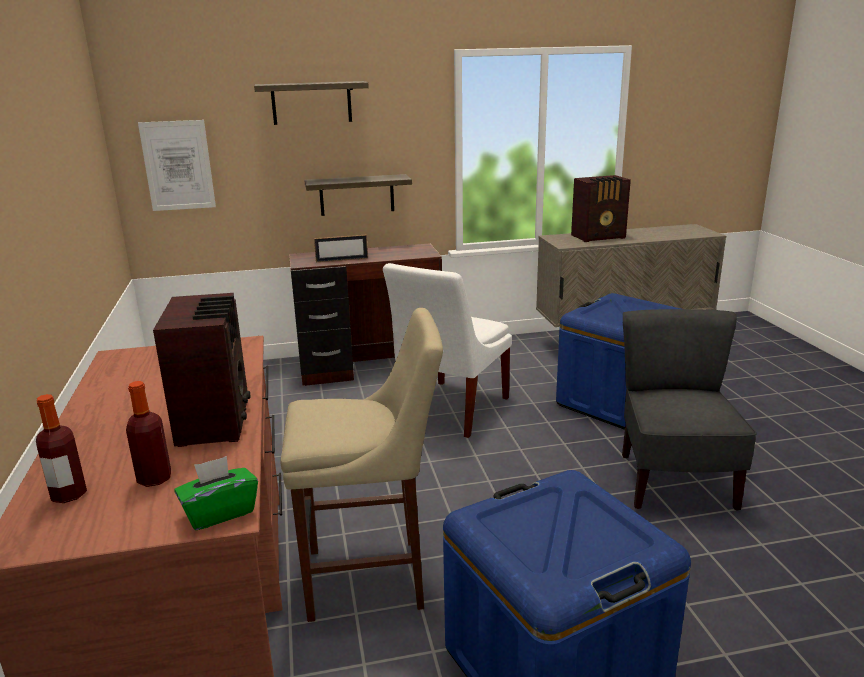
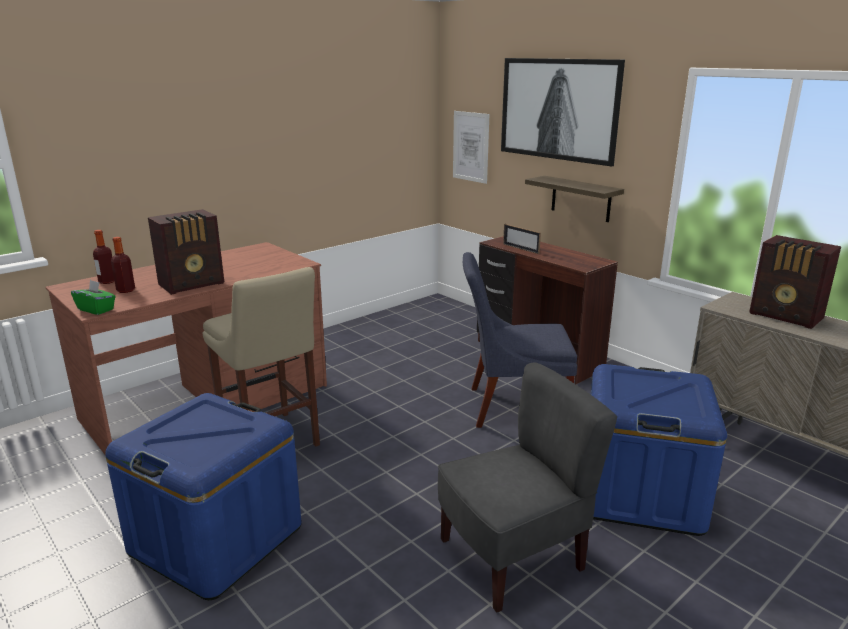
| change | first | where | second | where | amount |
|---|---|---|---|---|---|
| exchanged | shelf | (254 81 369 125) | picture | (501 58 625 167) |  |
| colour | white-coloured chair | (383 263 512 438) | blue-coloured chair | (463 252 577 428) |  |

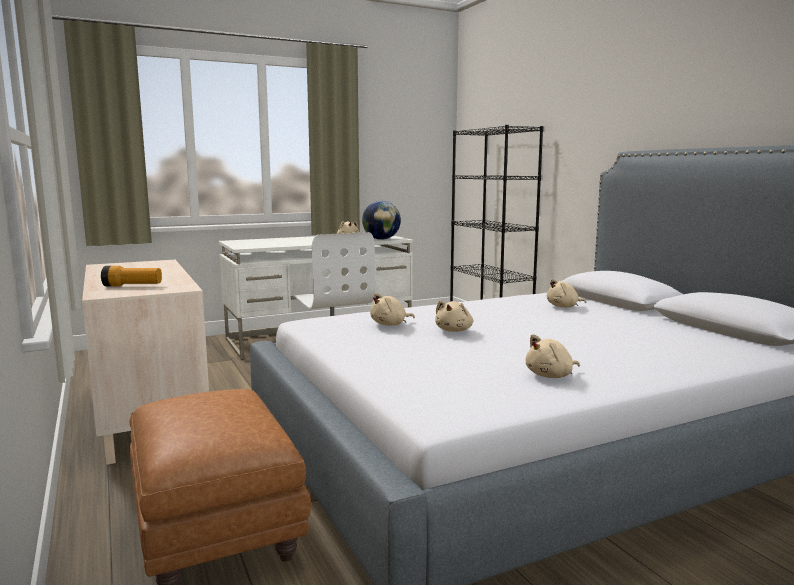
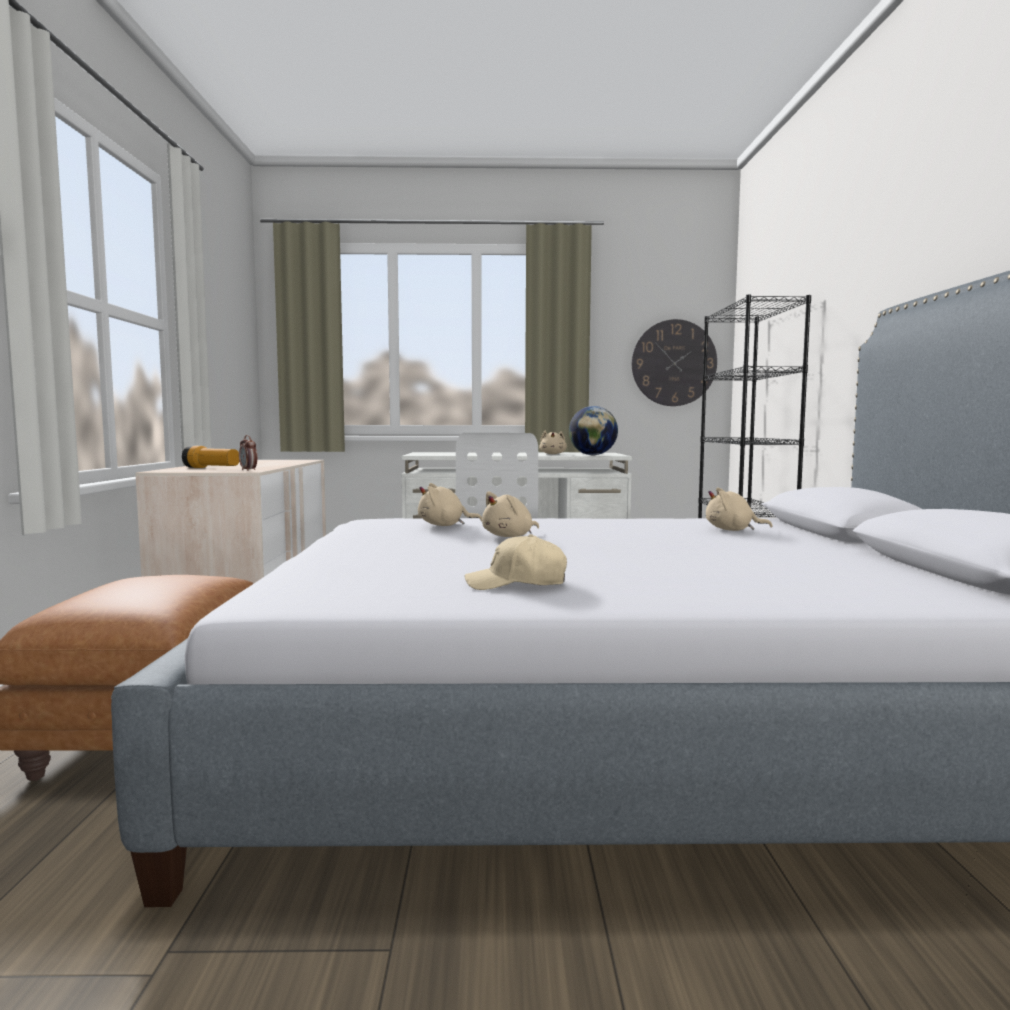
| change | first | where | second | where | amount |
|---|---|---|---|---|---|
| exchanged | sand-coloured cuddly toy | (525 334 580 378) | sand-coloured cap | (464 534 567 590) |  |
| appeared |  |  | clock on the wall | (632 319 717 406) |  |
| appeared |  |  | table clock | (239 435 257 471) |  |

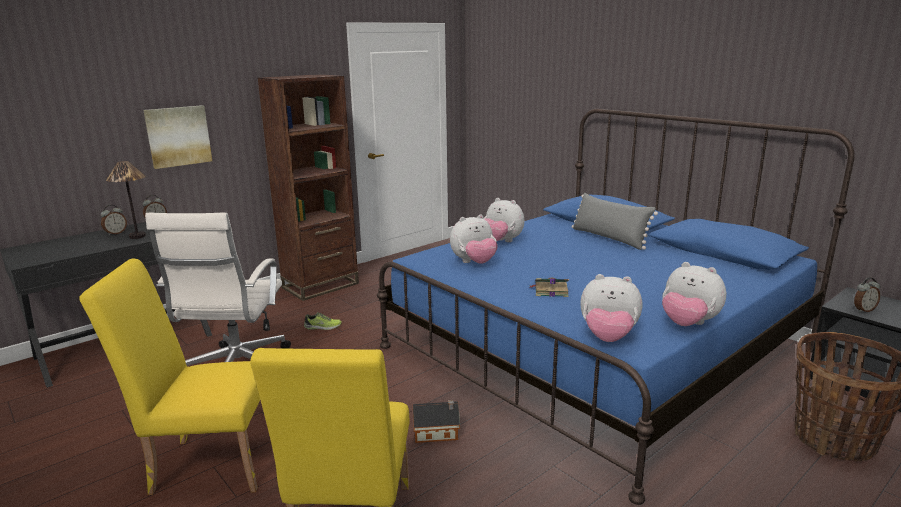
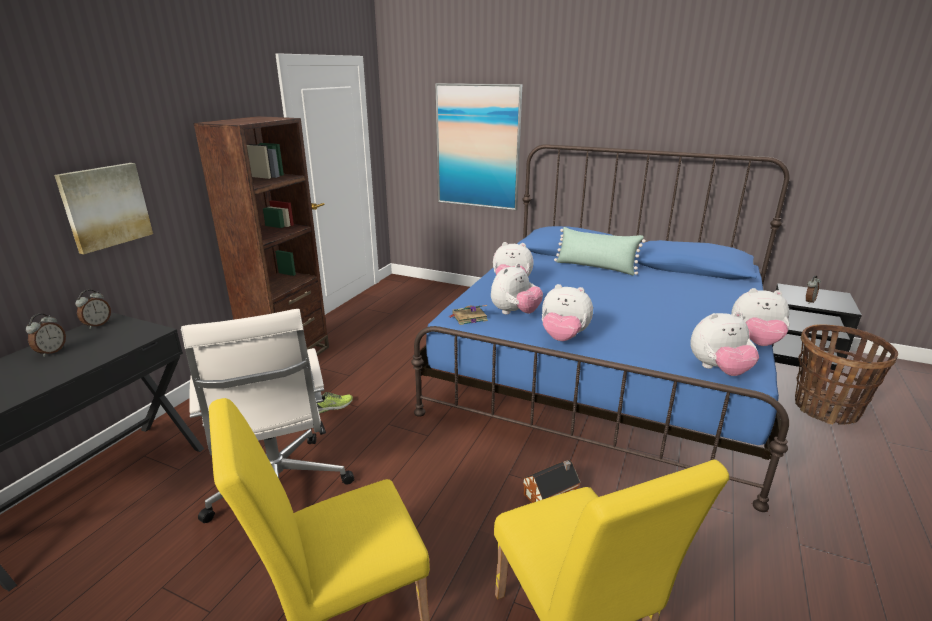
| change | first | where | second | where | amount |
|---|---|---|---|---|---|
| missing | lamp for a table | (106 161 146 239) |  |  |  |
| colour | greyish cushion | (572 193 658 250) | green-coloured cushion | (554 227 646 276) |  |
| relocated | volume | (531 278 569 297) |  | (449 305 488 325) |  |
| appeared |  |  | picture | (435 83 522 210) |  |
| appeared |  |  | cuddly toy | (542 284 593 341) |  |

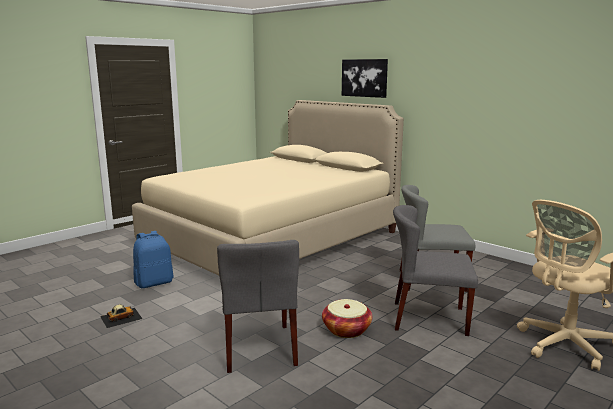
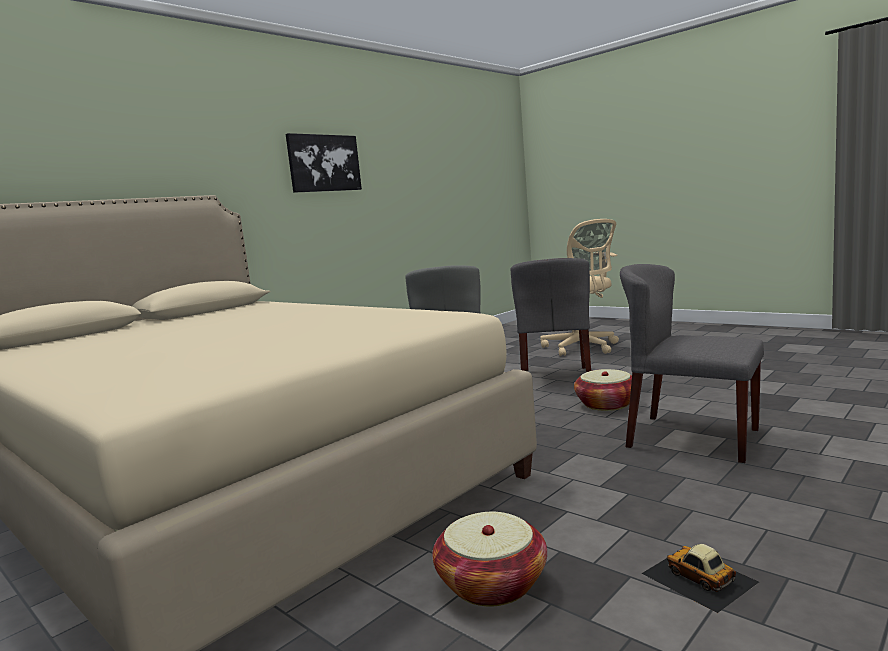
| change | first | where | second | where | amount |
|---|---|---|---|---|---|
| relocated | picture | (342 59 388 98) |  | (286 133 362 193) |  |
| exchanged | blue-coloured backpack | (133 231 174 288) | basket | (433 512 547 607) |  |
| spun | greyish chair | (217 240 299 373) |  | (620 264 764 463) | 135 degrees counterclockwise |

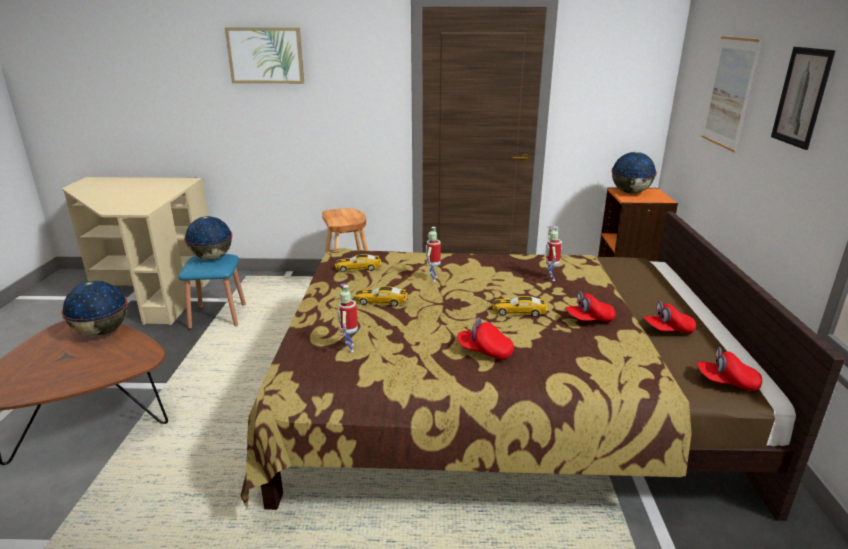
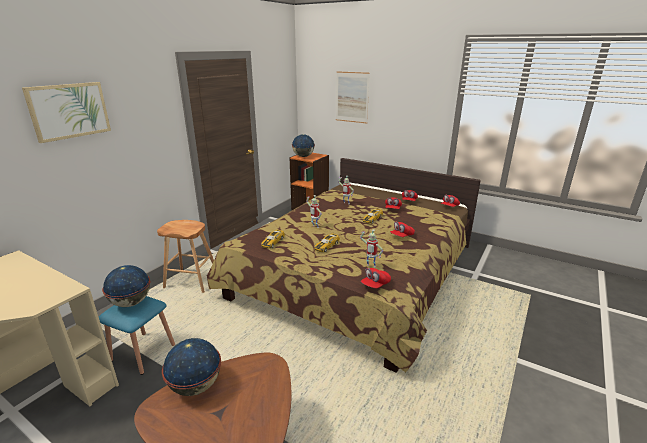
| change | first | where | second | where | amount |
|---|---|---|---|---|---|
| missing | picture | (771 47 836 150) |  |  |  |
| appeared |  |  | red-coloured cap | (361 268 391 288) |  |

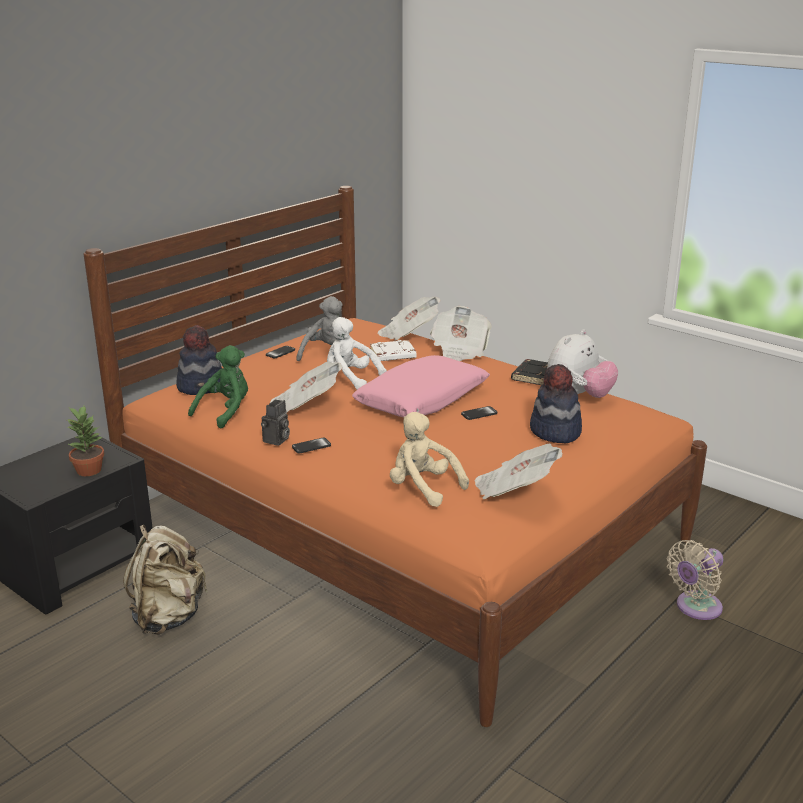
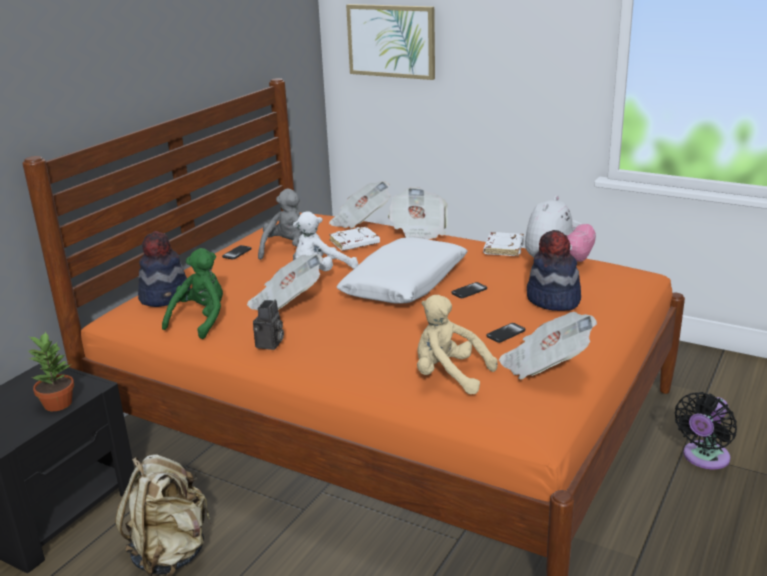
| change | first | where | second | where | amount |
|---|---|---|---|---|---|
| spun | white-coloured cuddly toy | (327 317 387 390) |  | (293 212 358 271) | 60 degrees counterclockwise |
| colour | pinkish cushion | (352 355 490 417) | white-coloured cushion | (337 237 468 304) |  |
| colour | blackish volume | (511 359 548 385) | white-coloured volume | (483 232 524 256) |  |
| relocated | handset | (292 438 331 453) |  | (487 323 525 343) |  |
| colour | sand-coloured fan | (667 540 723 620) | blackish fan | (675 392 737 469) |  |
| appeared |  |  | picture | (346 4 435 80) |  |

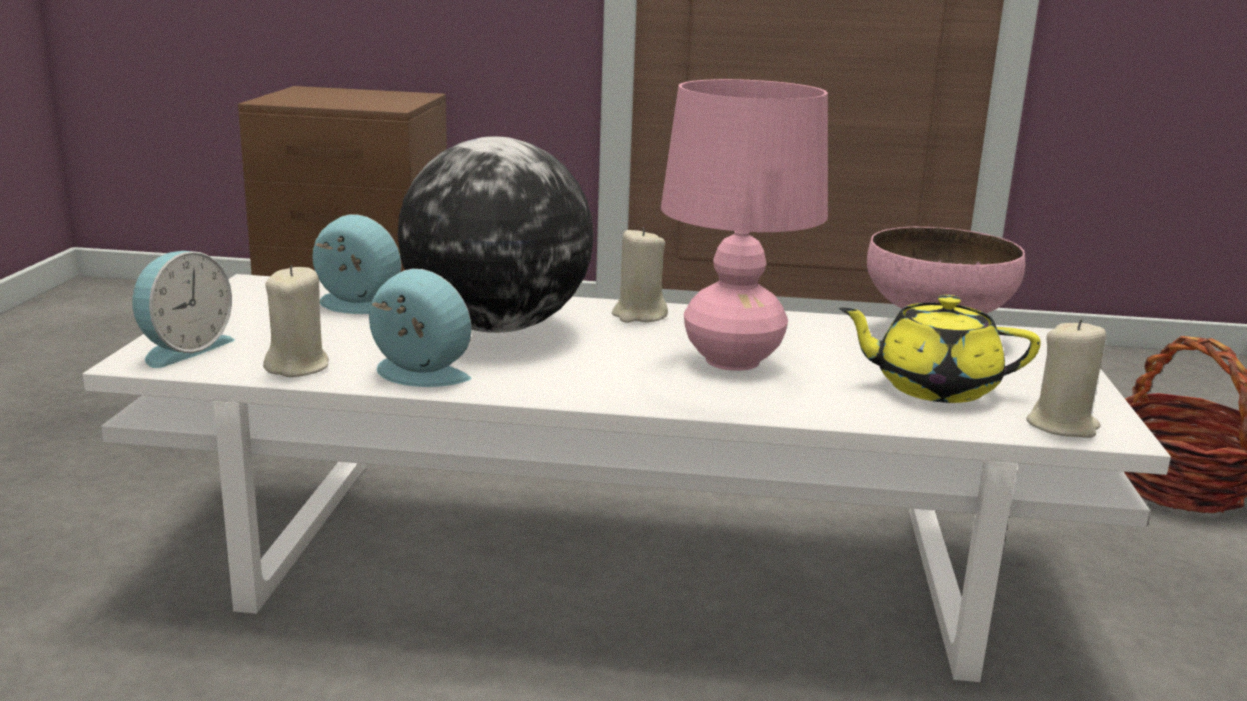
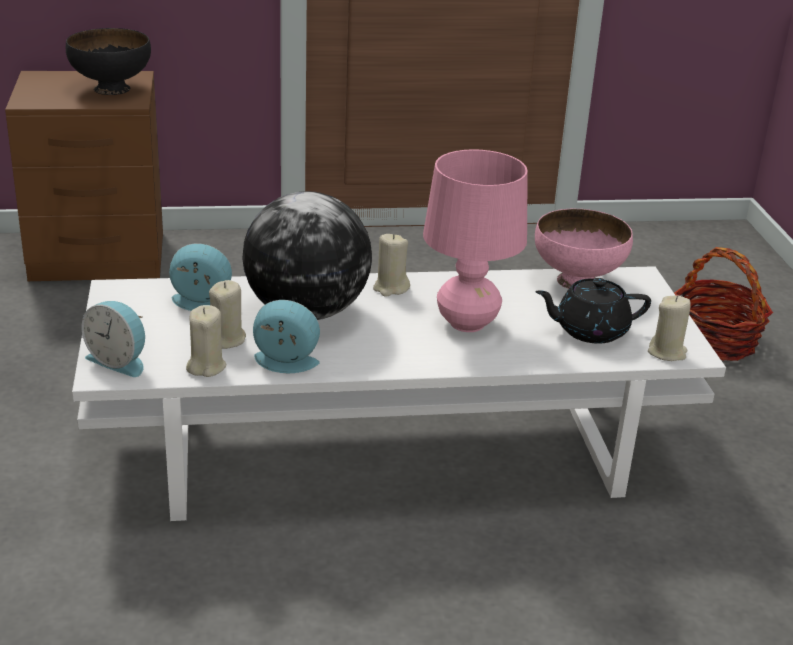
| change | first | where | second | where | amount |
|---|---|---|---|---|---|
| spun | table clock | (132 251 235 368) |  | (82 301 145 377) | 105 degrees clockwise |
| colour | yellow tea pot | (839 295 1041 403) | blackish tea pot | (535 278 651 344) |  |
| appeared |  |  | blackish serving bowl | (66 28 151 95) |  |
| appeared |  |  | sand-coloured wax candle | (209 280 246 349) |  |

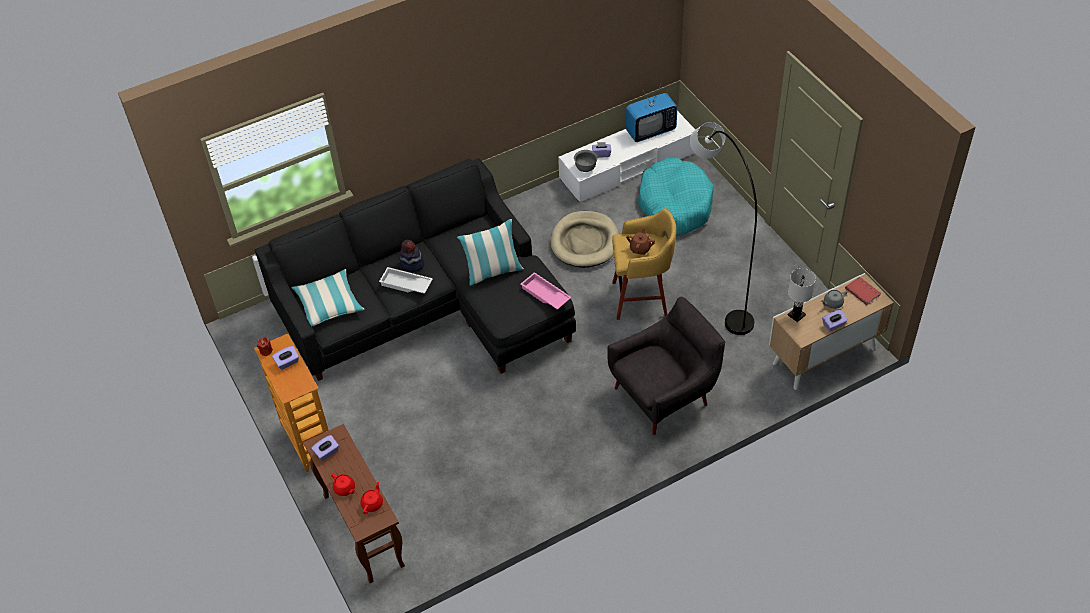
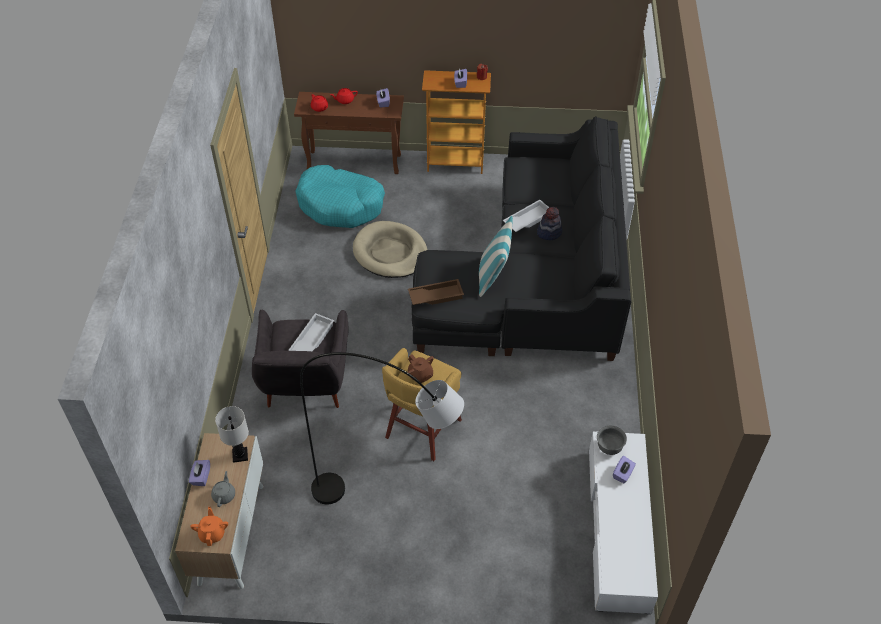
| change | first | where | second | where | amount |
|---|---|---|---|---|---|
| missing | TV set | (625 84 678 142) |  |  |  |
| relocated | turquoise-coloured dog cushion | (638 158 714 236) |  | (295 165 385 228) |  |
| relocated | sand-coloured dog cushion | (551 211 619 268) |  | (353 221 428 278) |  |
| missing | cushion | (291 269 364 326) |  |  |  |
| colour | pinkish carrying tray | (520 272 572 310) | brownish carrying tray | (408 279 464 305) |  |
| exchanged | red-coloured volume | (845 276 881 305) | orange-coloured tea pot | (190 507 228 546) |  |
| appeared |  |  | white-coloured carrying tray | (288 313 334 351) |  |

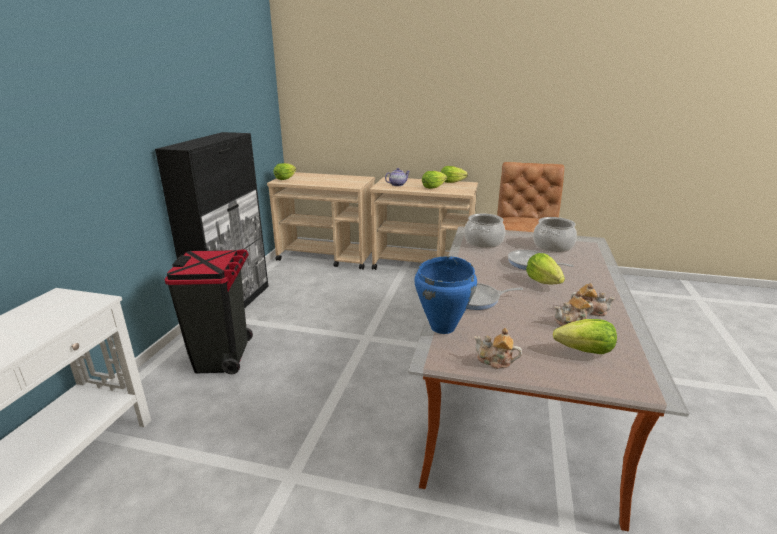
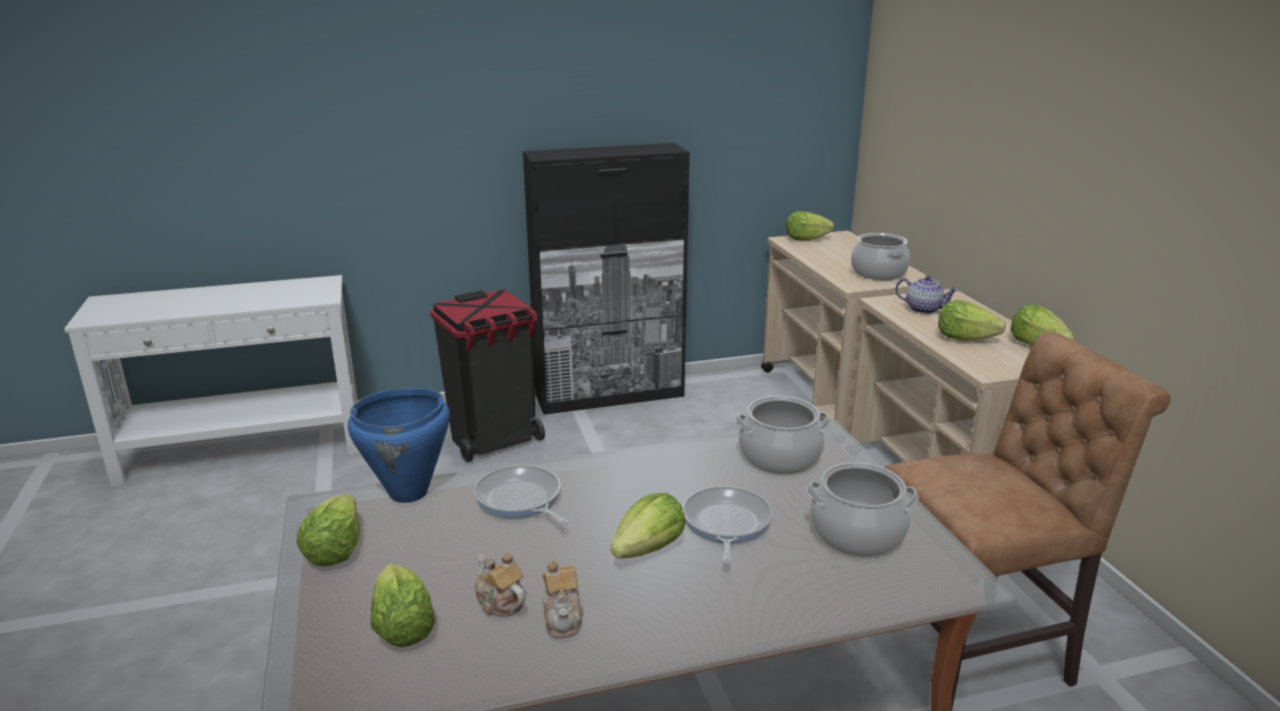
| change | first | where | second | where | amount |
|---|---|---|---|---|---|
| exchanged | tea pot | (474 328 522 369) | lettuce head | (297 494 360 567) |  |
| appeared |  |  | stockpot | (851 233 910 280) |  |

